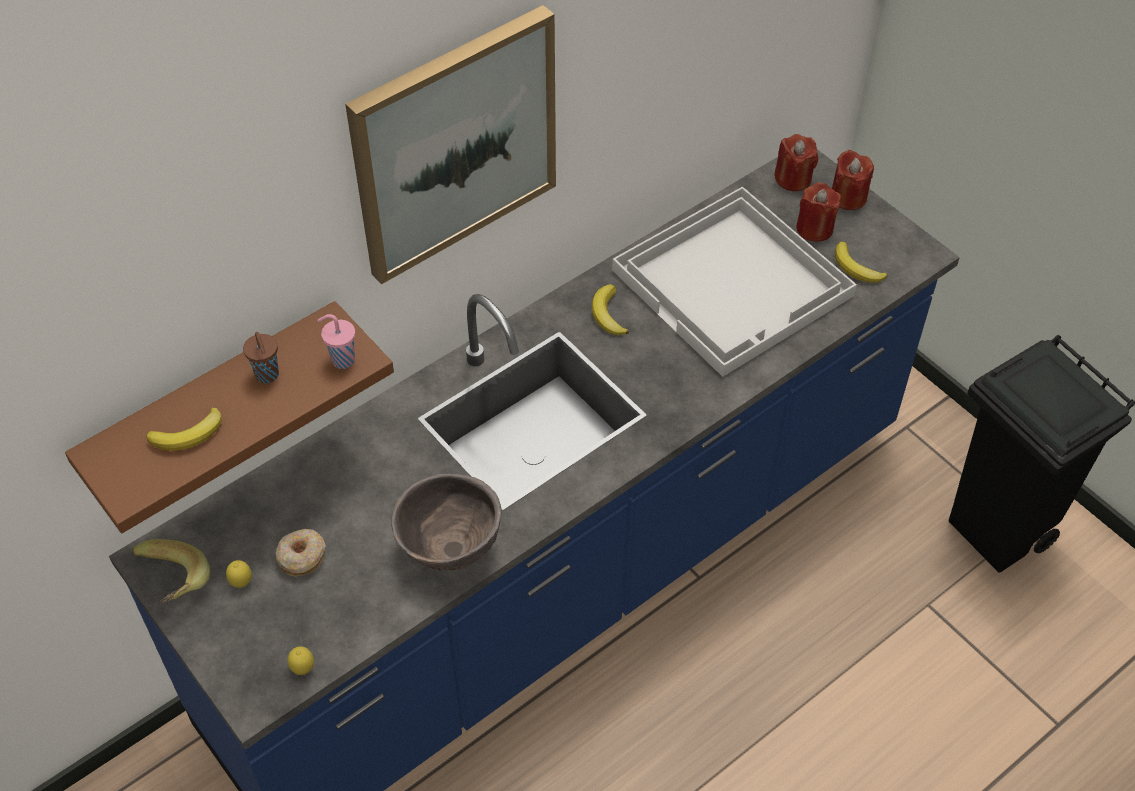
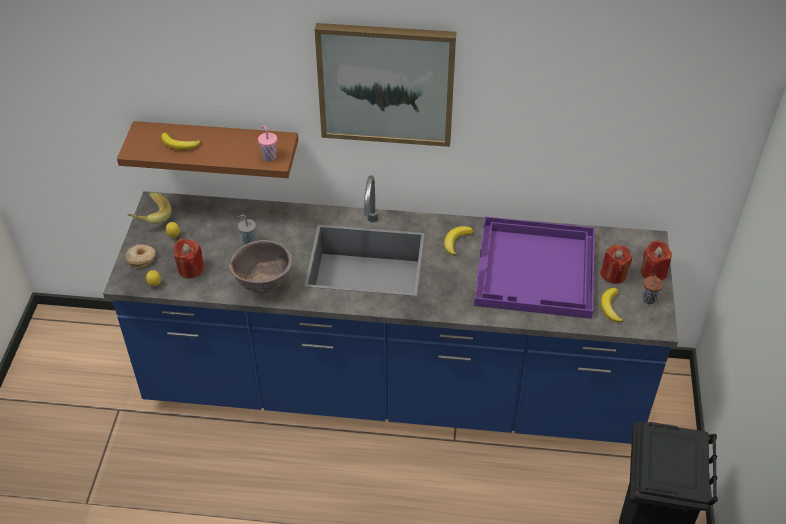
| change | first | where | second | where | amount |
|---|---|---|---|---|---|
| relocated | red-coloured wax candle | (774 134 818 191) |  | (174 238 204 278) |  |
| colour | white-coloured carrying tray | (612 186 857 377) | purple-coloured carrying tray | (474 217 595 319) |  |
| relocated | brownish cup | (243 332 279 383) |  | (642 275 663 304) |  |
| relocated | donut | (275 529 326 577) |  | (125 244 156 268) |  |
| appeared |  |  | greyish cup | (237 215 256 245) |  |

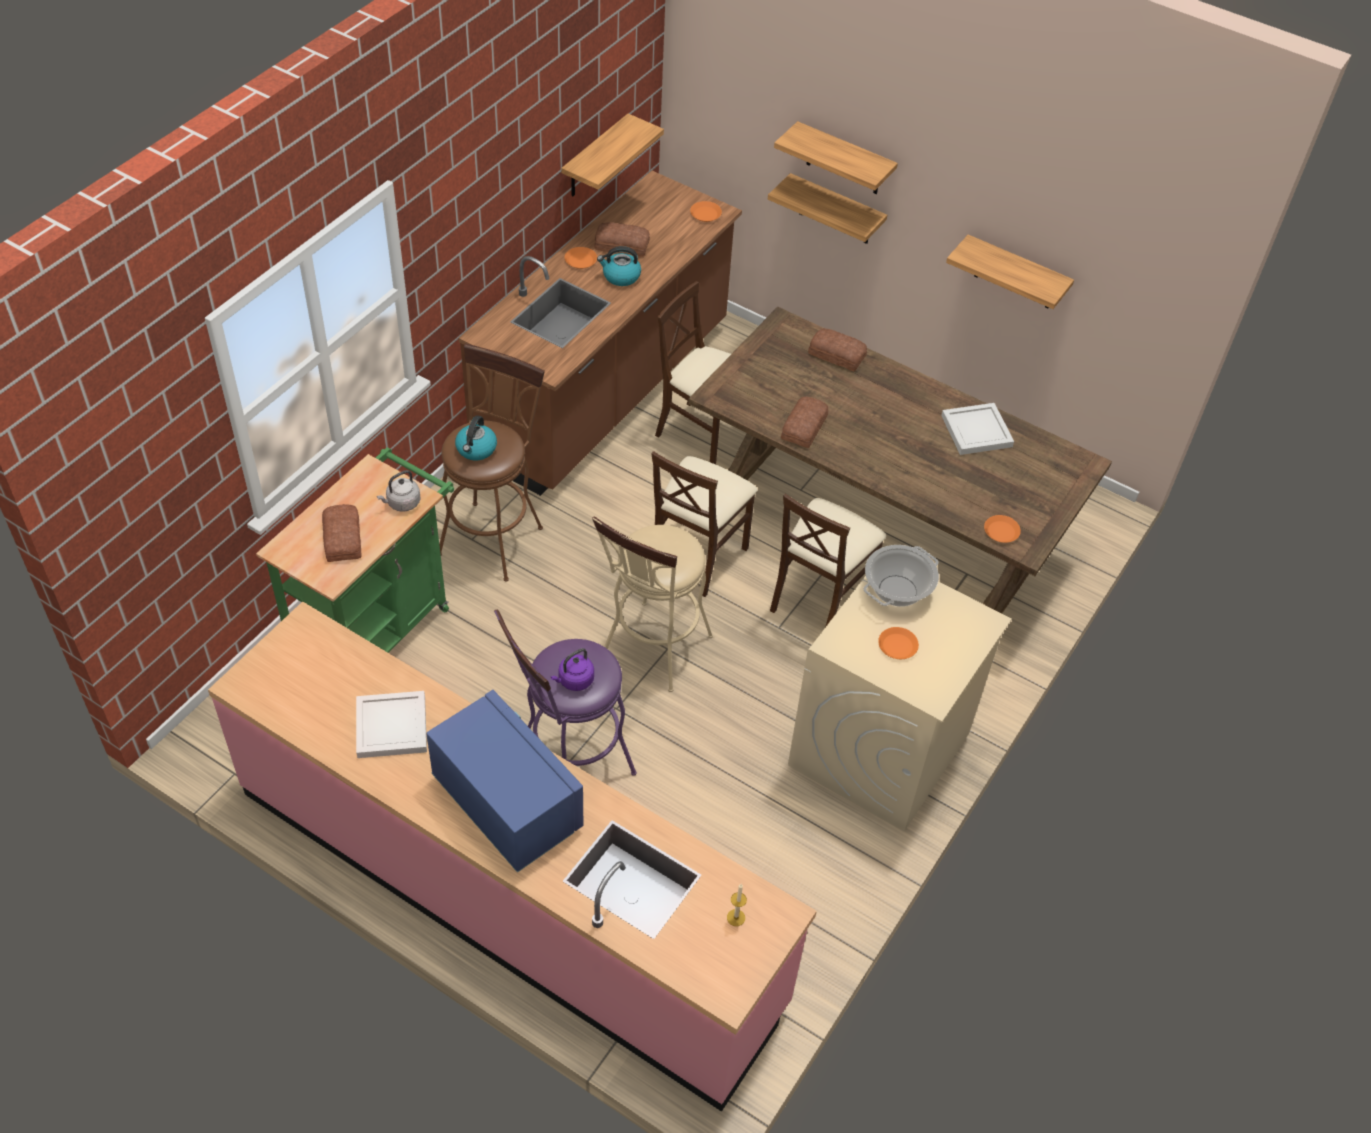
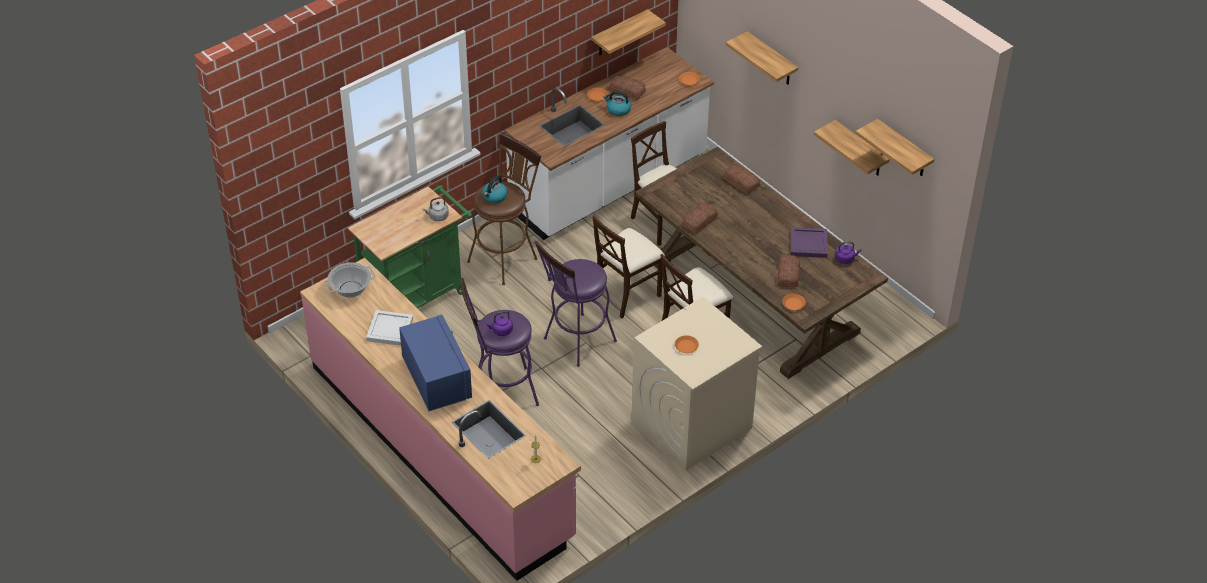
| change | first | where | second | where | amount |
|---|---|---|---|---|---|
| colour | brownish kitchen base unit | (459 171 742 496) | white-coloured kitchen base unit | (504 47 714 240) |  |
| relocated | shelf | (768 173 887 244) |  | (855 119 934 176) |  |
| colour | white-coloured carrying tray | (941 403 1014 455) | purple-coloured carrying tray | (791 227 828 258) |  |
| relocated | bread | (322 504 362 562) |  | (777 255 800 287) |  |
| colour | sand-coloured sitting stool | (592 517 713 692) | purple-coloured sitting stool | (535 241 617 367) |  |
| relocated | stockpot | (863 545 939 607) |  | (323 262 376 298) |  |
| appeared |  |  | purple-coloured water kettle | (835 242 862 264) |  |

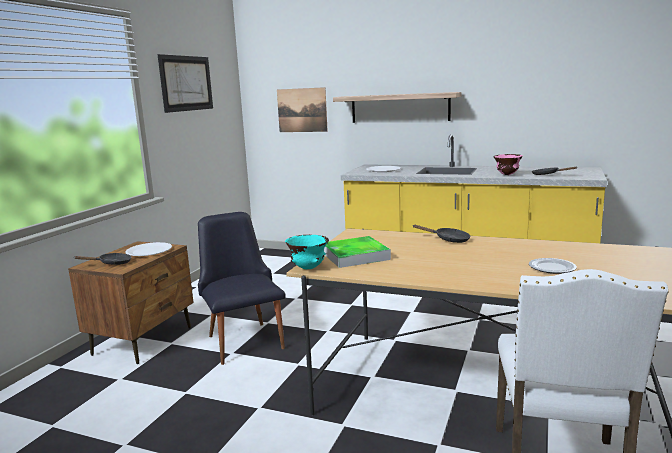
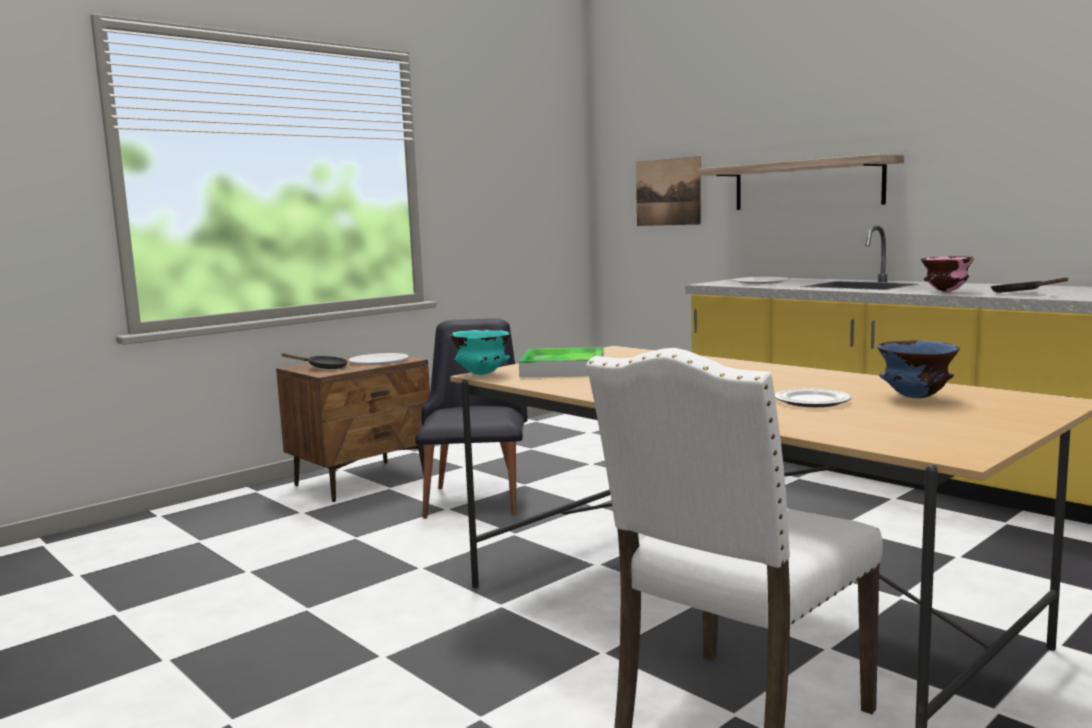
| change | first | where | second | where | amount |
|---|---|---|---|---|---|
| missing | picture | (157 54 213 113) |  |  |  |
| missing | blackish skillet | (412 225 470 243) |  |  |  |
| appeared |  |  | blue-coloured serving bowl | (877 340 960 398) |  |

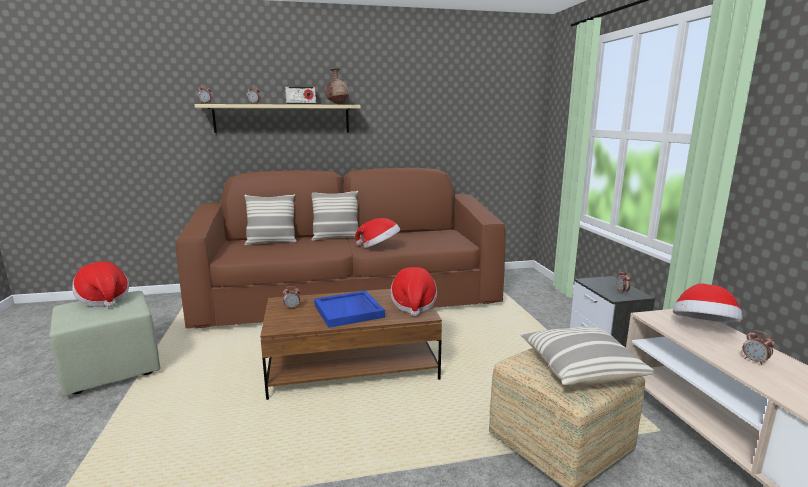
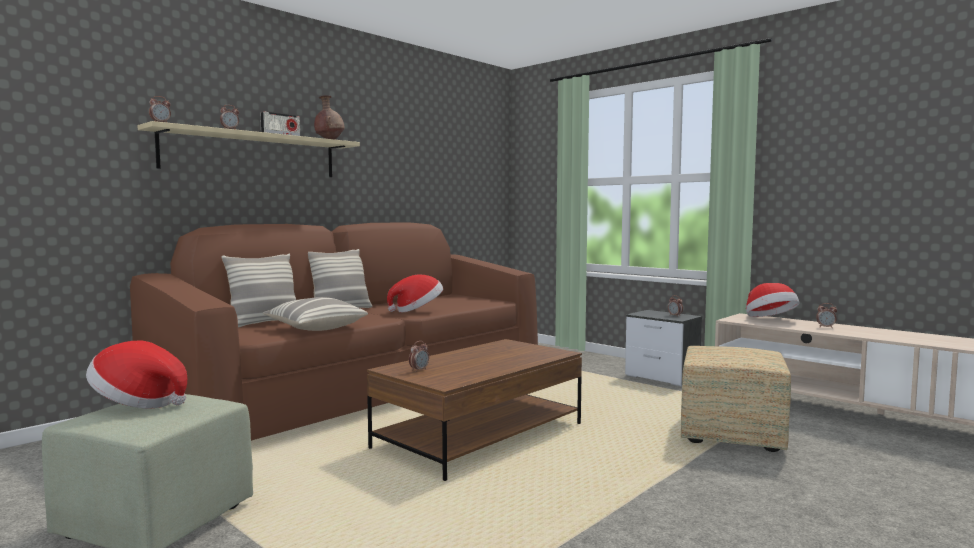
| change | first | where | second | where | amount |
|---|---|---|---|---|---|
| missing | clothing hat | (390 267 437 316) |  |  |  |
| missing | blue-coloured carrying tray | (314 291 385 328) |  |  |  |
| relocated | cushion | (520 326 655 386) |  | (263 297 368 331) |  |

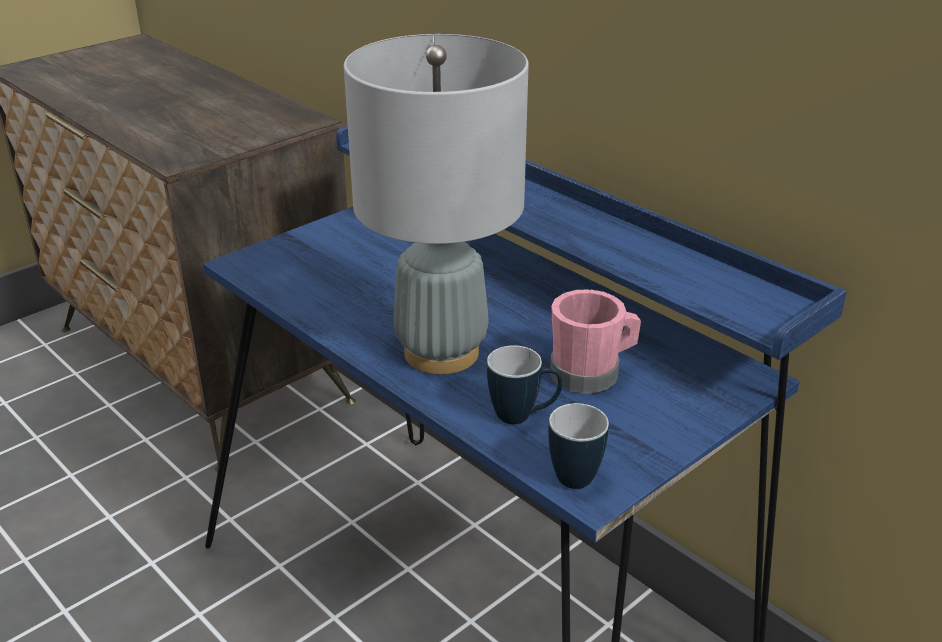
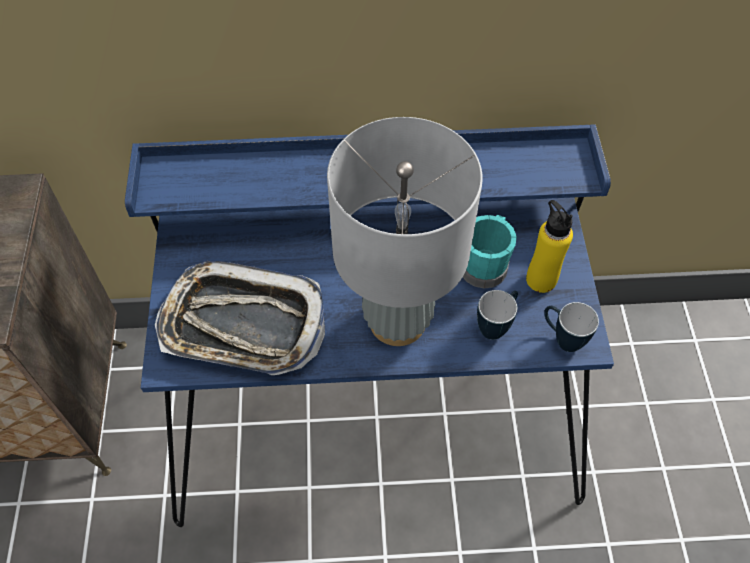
| change | first | where | second | where | amount |
|---|---|---|---|---|---|
| colour | pinkish mug | (550 289 641 393) | turquoise-coloured mug | (463 215 517 289) |  |
| appeared |  |  | yellow bottle | (526 200 573 293) |  |
| appeared |  |  | carrying tray | (155 261 325 375) |  |

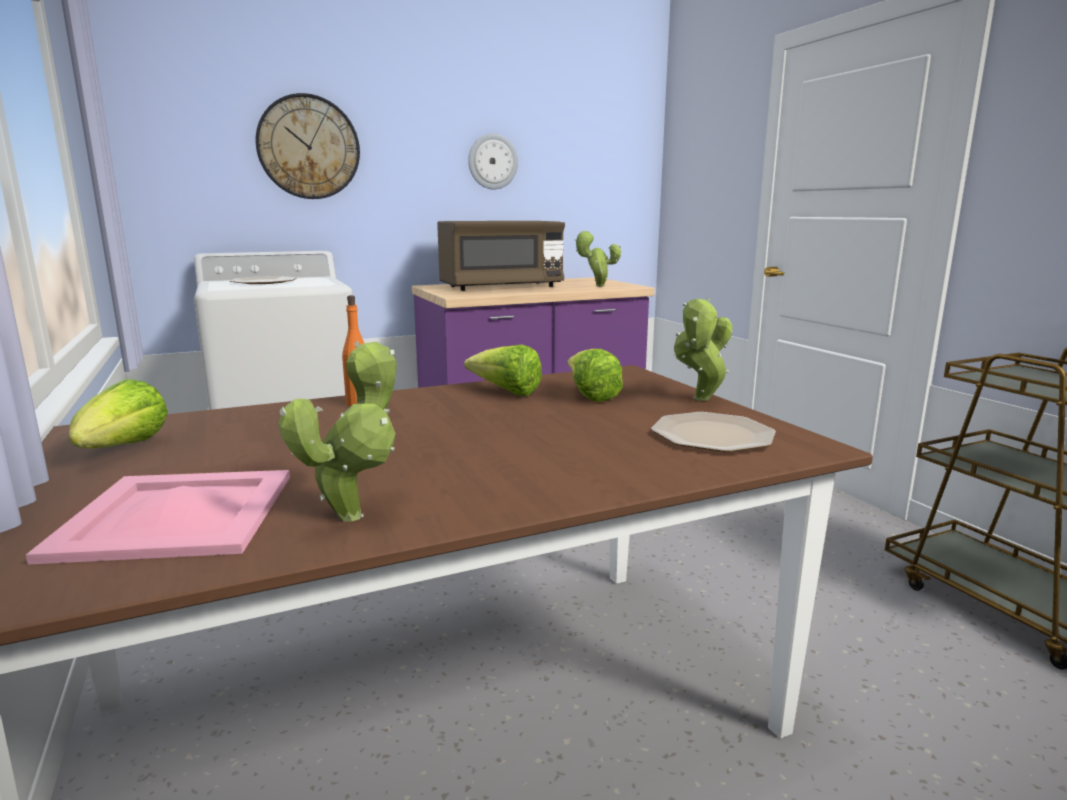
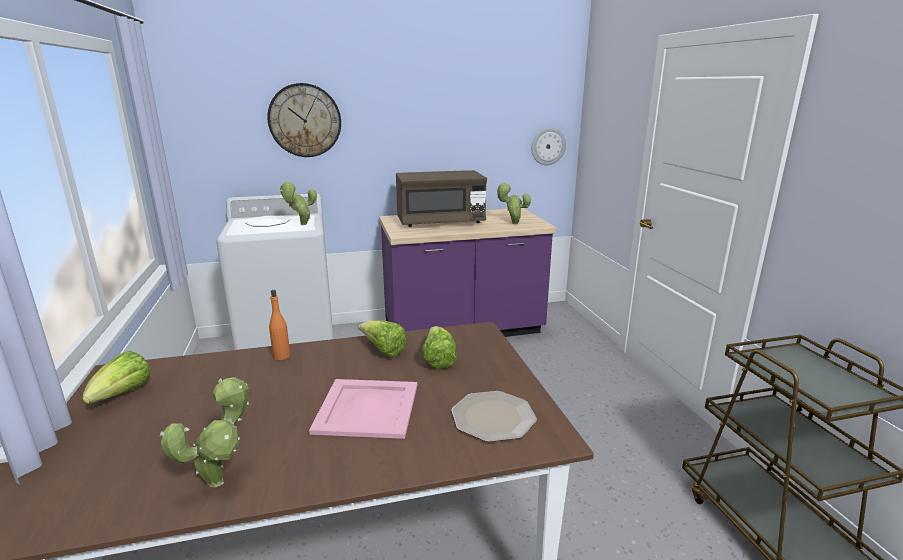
| change | first | where | second | where | amount |
|---|---|---|---|---|---|
| relocated | clock on the wall | (468 133 518 190) |  | (531 127 566 165) |  |
| relocated | plant in a pot | (673 297 732 401) |  | (280 181 317 225) |  |
| relocated | pinkish carrying tray | (26 470 290 565) |  | (309 379 417 439) |  |

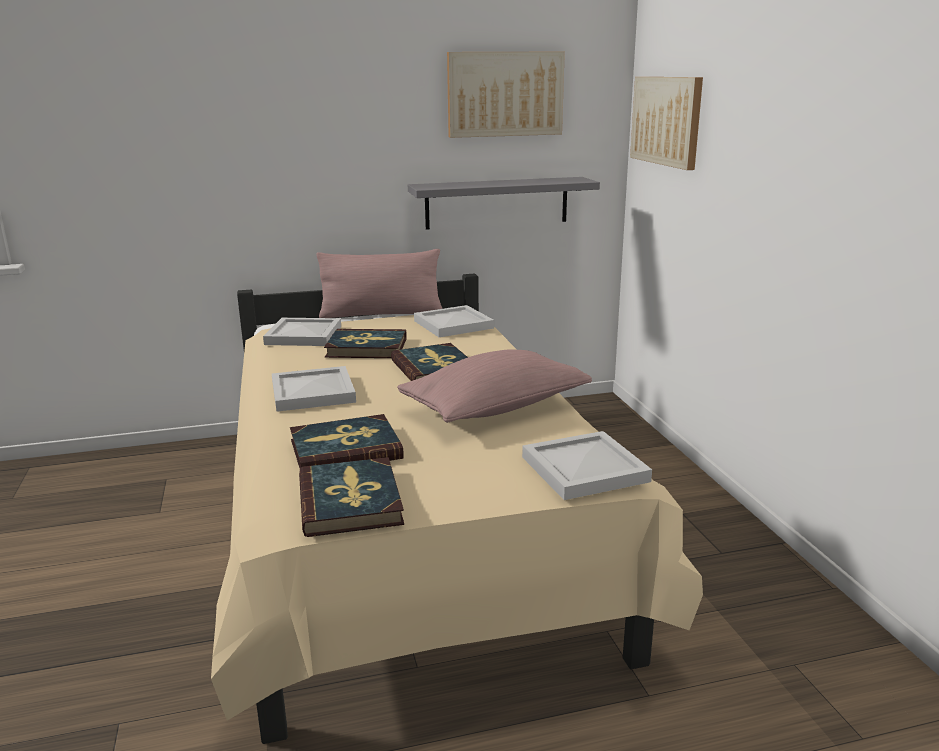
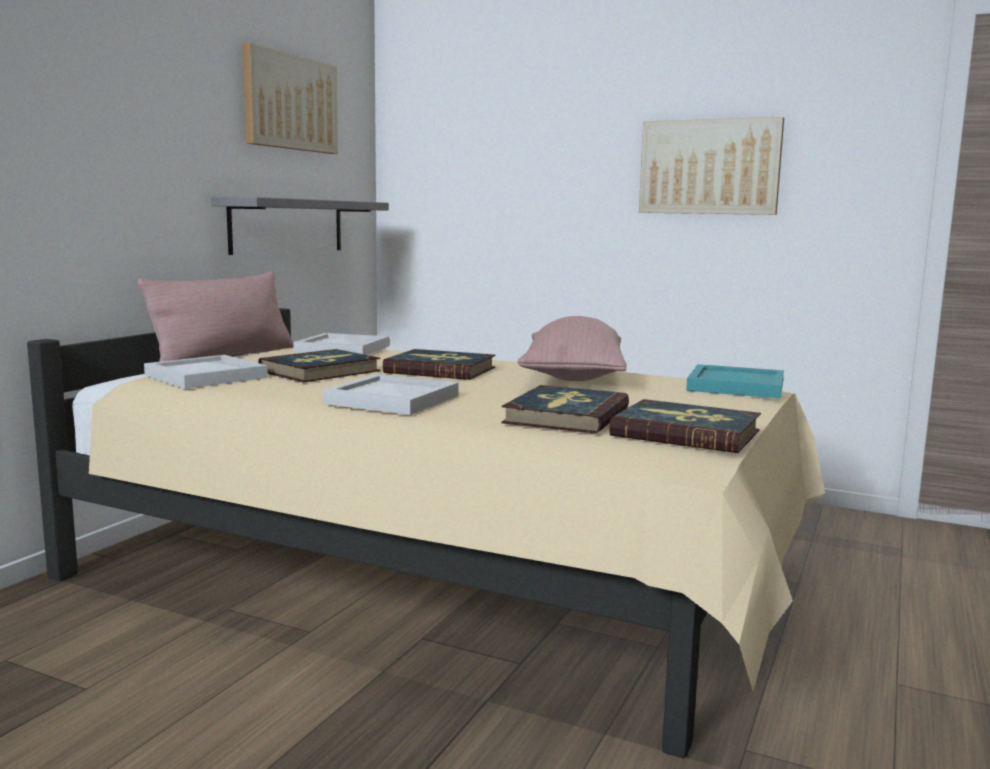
| change | first | where | second | where | amount |
|---|---|---|---|---|---|
| relocated | picture | (630 77 703 170) |  | (639 117 784 215) |  |
| colour | white-coloured carrying tray | (522 431 652 500) | turquoise-coloured carrying tray | (686 364 784 399) |  |

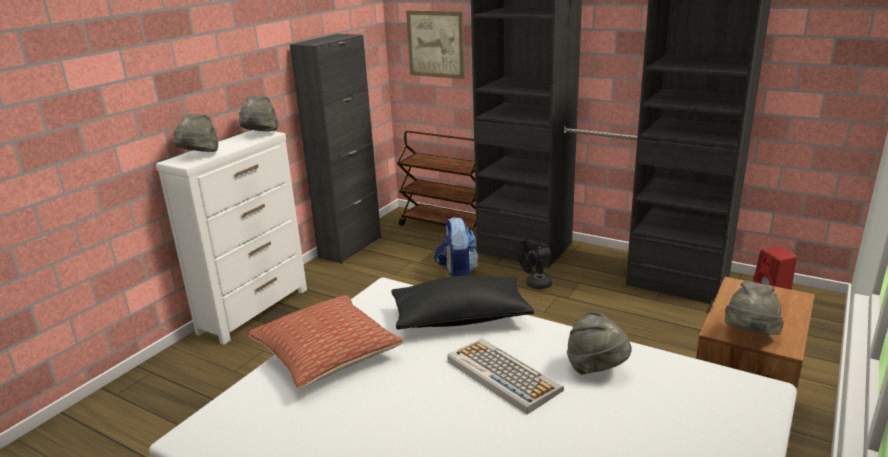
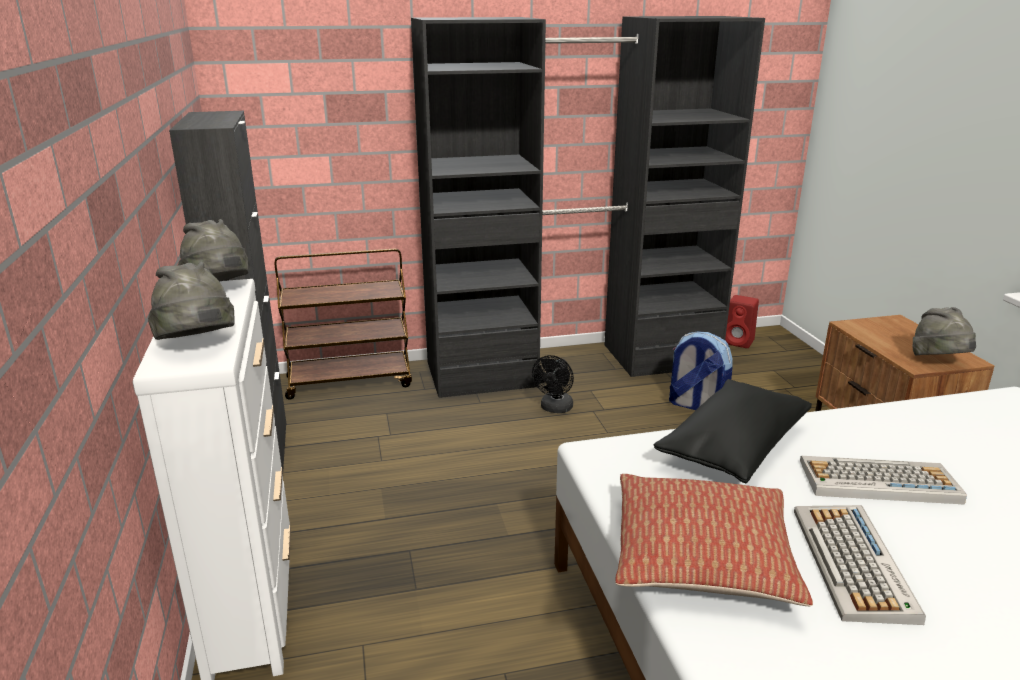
| change | first | where | second | where | amount |
|---|---|---|---|---|---|
| missing | picture | (406 10 465 79) |  |  |  |
| relocated | backpack | (434 217 479 277) |  | (669 332 733 410) |  |
| missing | greyish clothing hat | (567 311 632 375) |  |  |  |
| appeared |  |  | keyboard | (794 505 926 625) |  |

